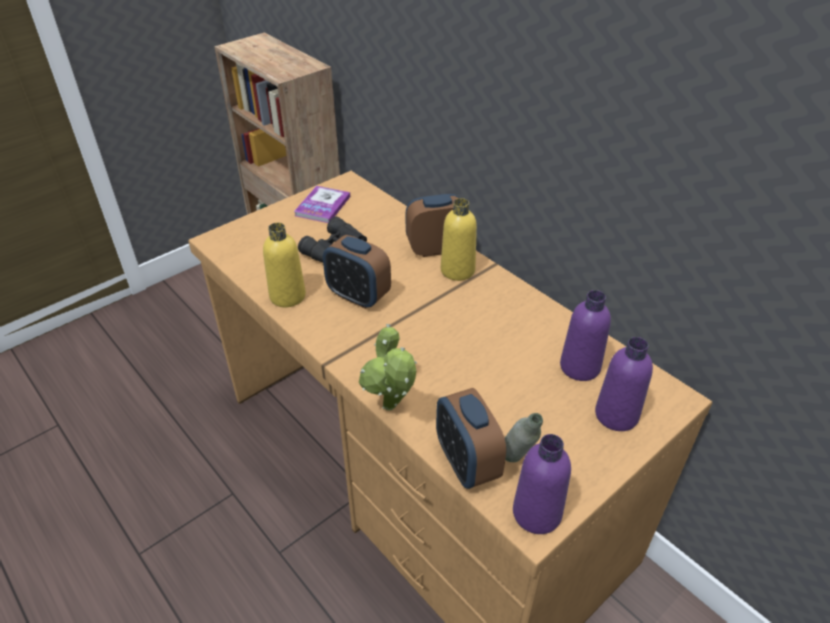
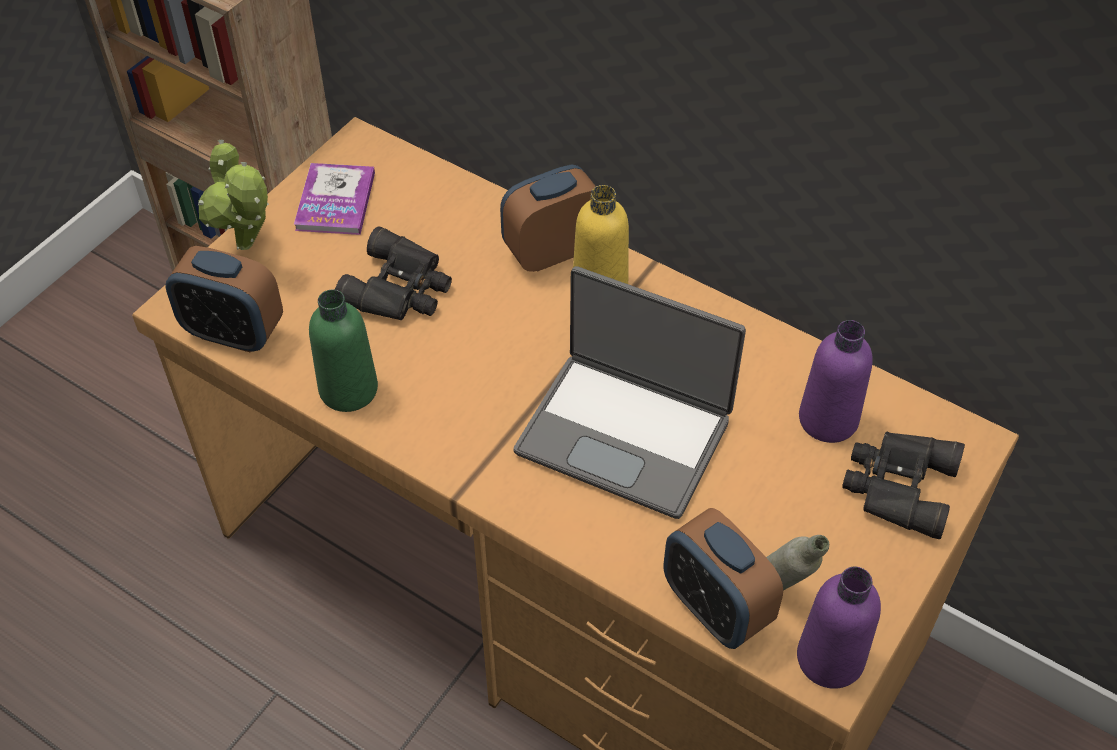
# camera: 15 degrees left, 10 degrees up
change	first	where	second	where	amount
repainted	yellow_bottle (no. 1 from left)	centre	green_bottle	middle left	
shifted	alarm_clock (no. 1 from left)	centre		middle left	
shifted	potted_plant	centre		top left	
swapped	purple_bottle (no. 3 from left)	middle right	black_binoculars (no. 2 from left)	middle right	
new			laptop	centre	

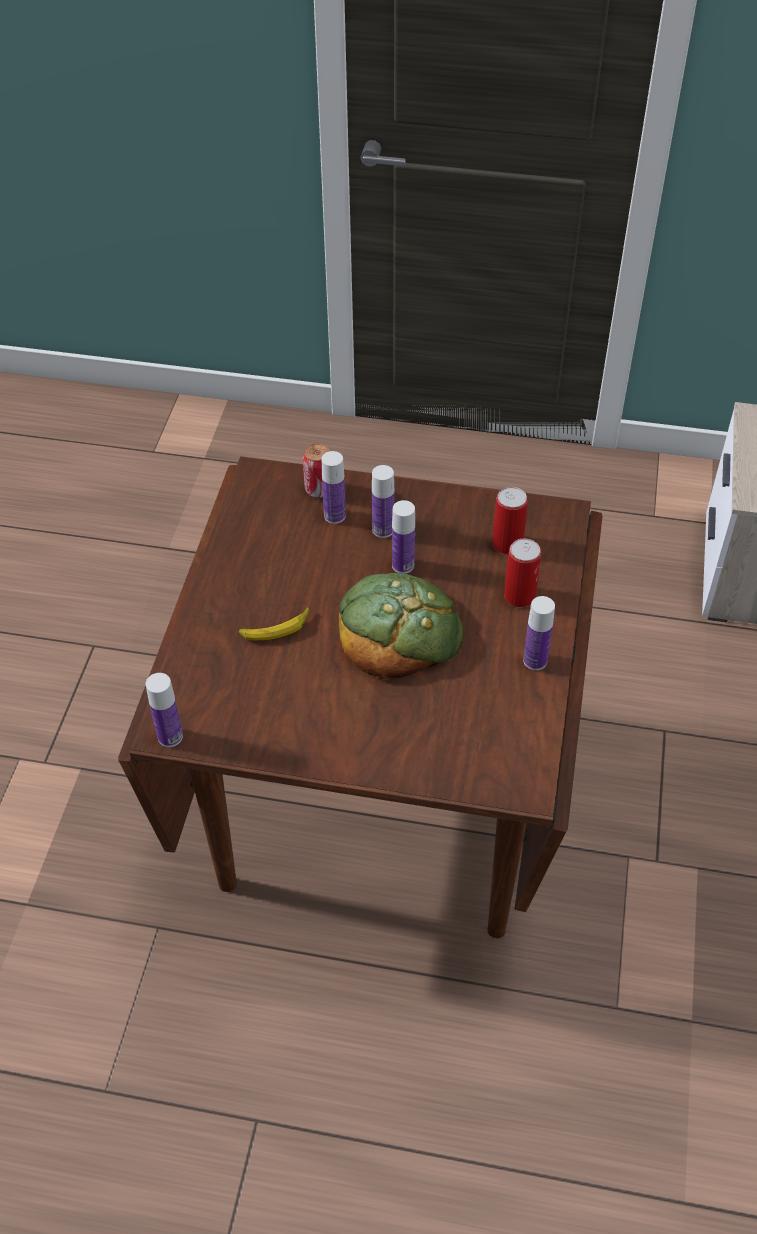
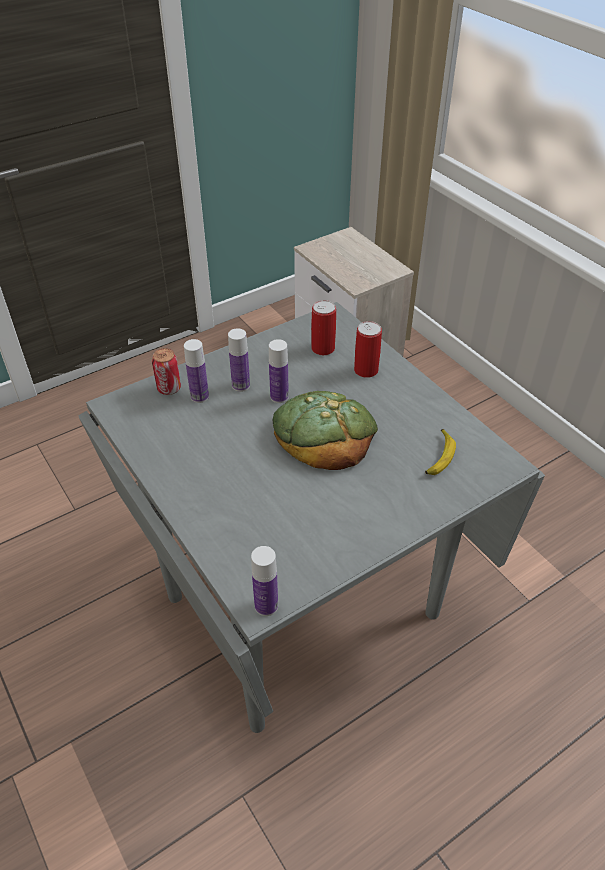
# camera: 45 degrees left, 5 degrees down
change	first	where	second	where	amount
repainted	brown_dining_table	centre	grey_dining_table	centre	
shifted	banana	centre		middle right	
gone	bottle (no. 5 from left)	middle right			

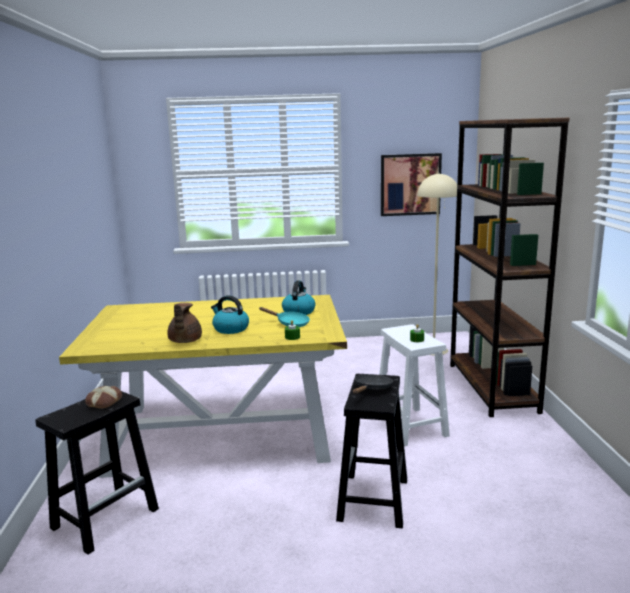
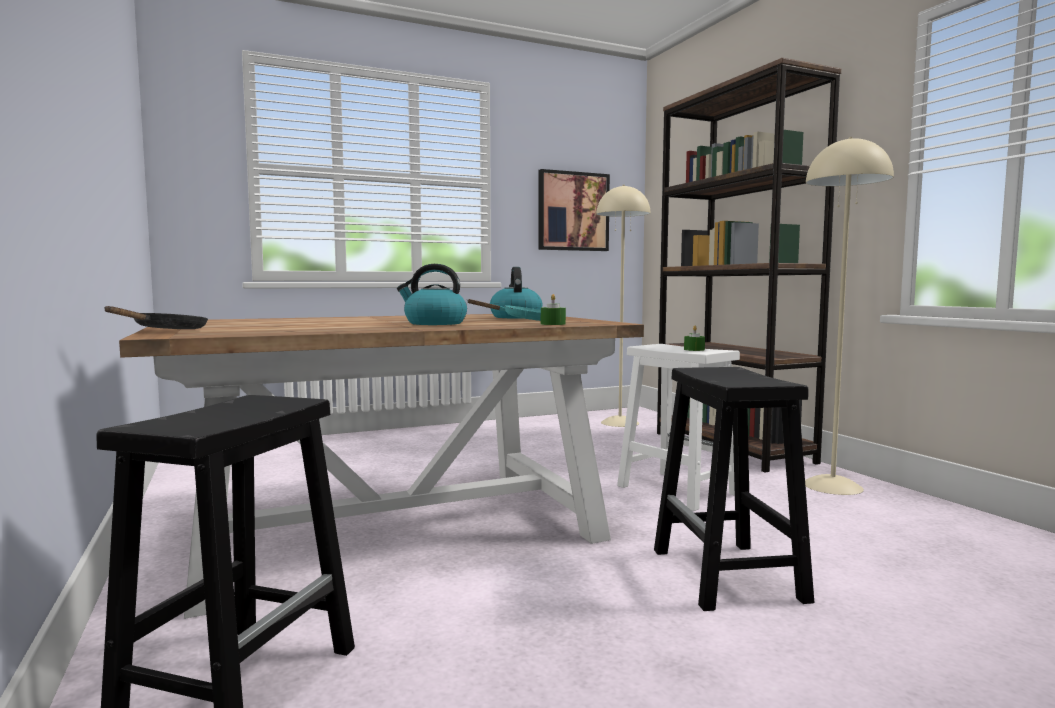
# camera: 20 degrees left, 10 degrees down
change	first	where	second	where	amount
repainted	yellow_dining_table	middle left	brown_dining_table	centre	
gone	bread	bottom left			
gone	brown_teapot	middle left			
shifted	black_frying_pan	centre		middle left	
new			beige_floor_lamp (no. 2 from left)	middle right	

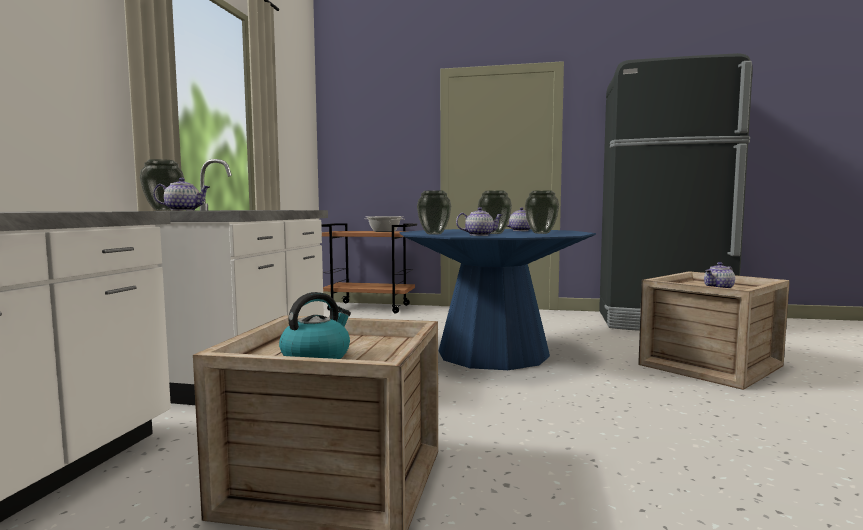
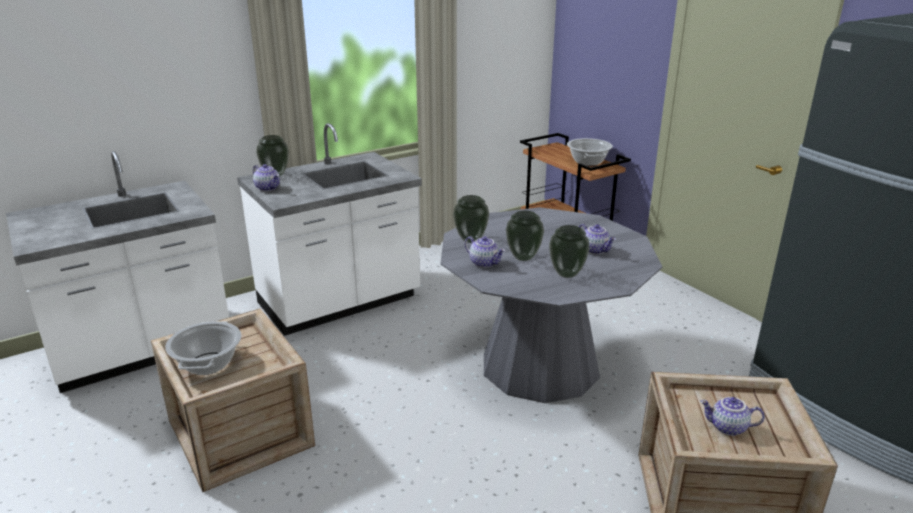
# camera: 45 degrees right, 20 degrees up
change	first	where	second	where	amount
swapped	kettle	centre	cooking_pot (no. 1 from left)	bottom left	
repainted	blue_dining_table	centre	grey_dining_table	centre	

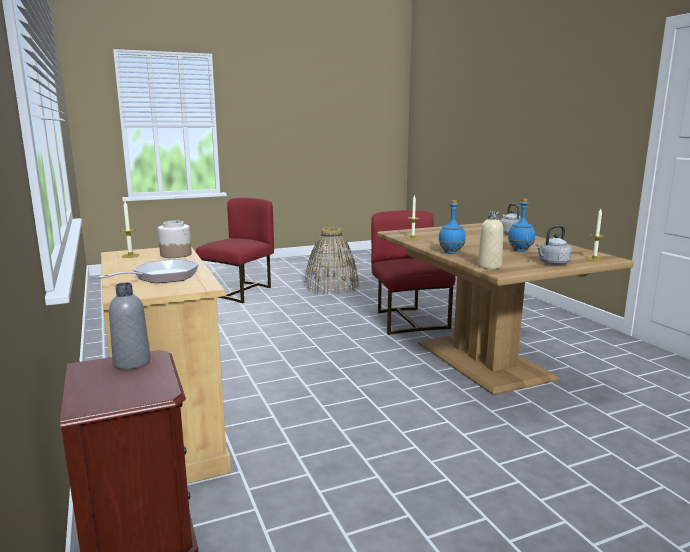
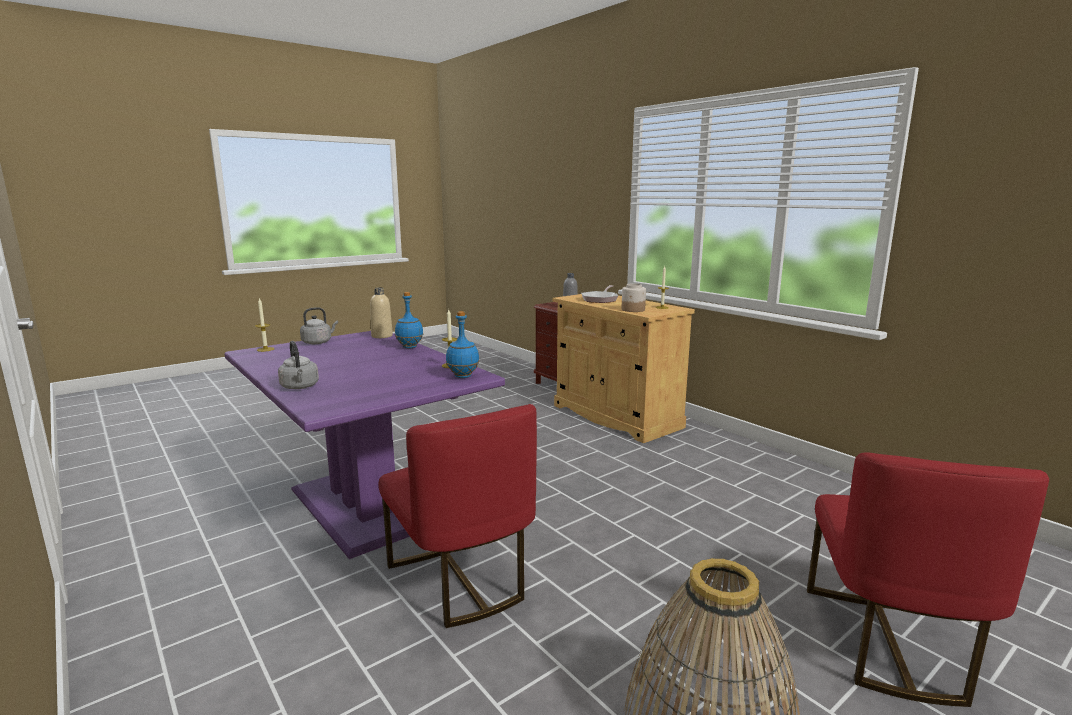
# camera: 165 degrees right, 0 degrees up
change	first	where	second	where	amount
repainted	brown_dining_table	middle right	purple_dining_table	centre	
shifted	blue_bottle (no. 2 from left)	middle right		centre	

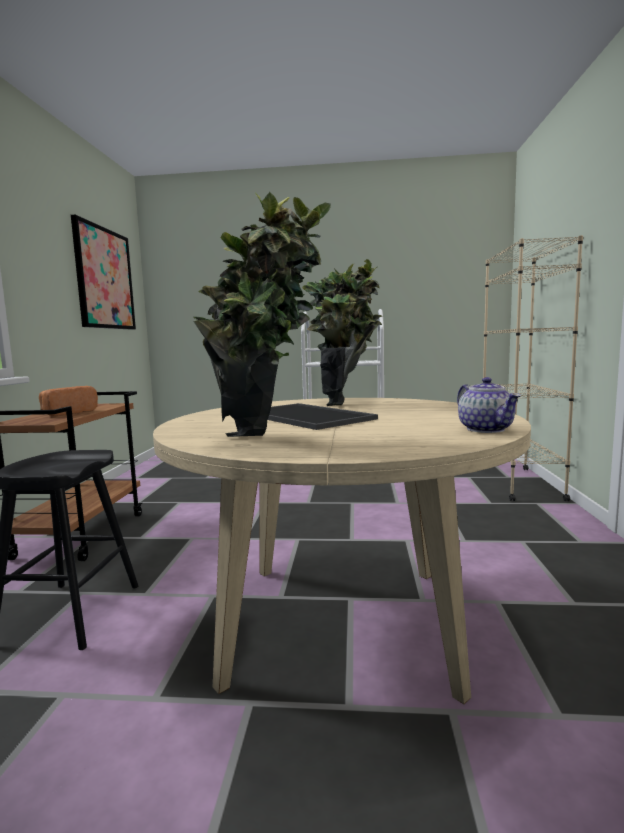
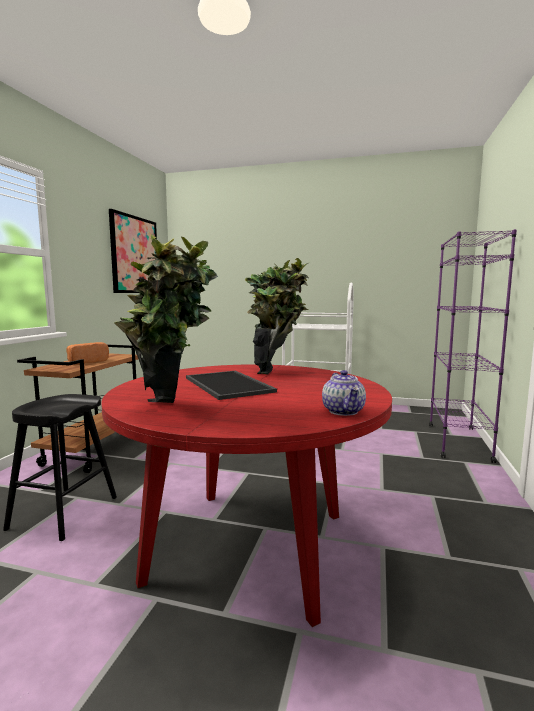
# camera: 10 degrees right, 0 degrees up
change	first	where	second	where	amount
repainted	beige_dining_table	centre	red_dining_table	bottom centre	
repainted	beige_bookcase	middle right	purple_bookcase	middle right	

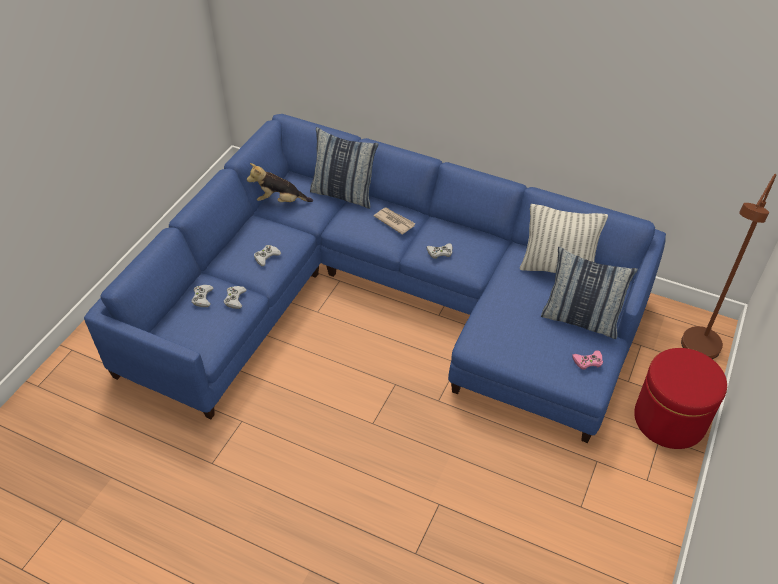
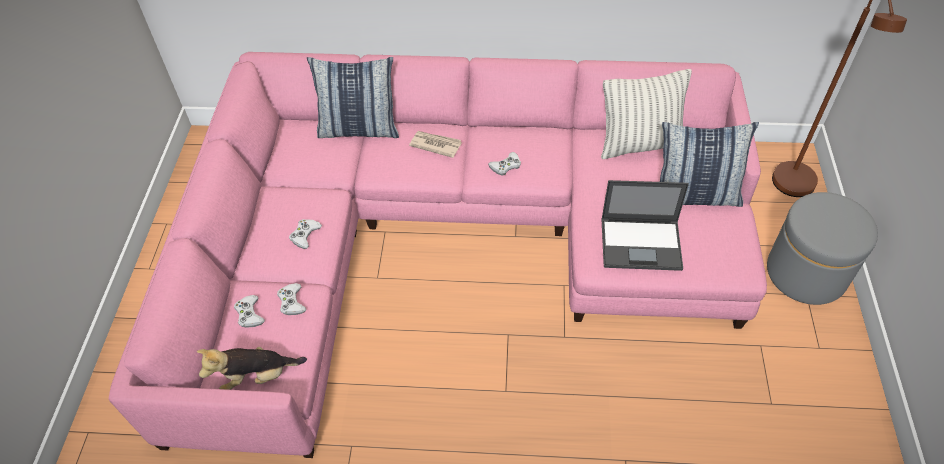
# camera: 20 degrees left, 5 degrees up
change	first	where	second	where	amount
repainted	blue_sofa	centre	pink_sofa	centre	
shifted	plush_toy	top centre		bottom left	
gone	pink_game_controller	middle right			
repainted	red_ottoman	bottom right	grey_ottoman	middle right	
new			laptop	middle right	

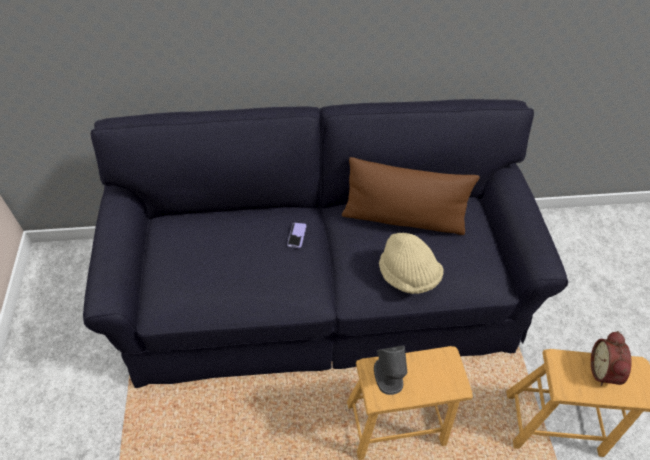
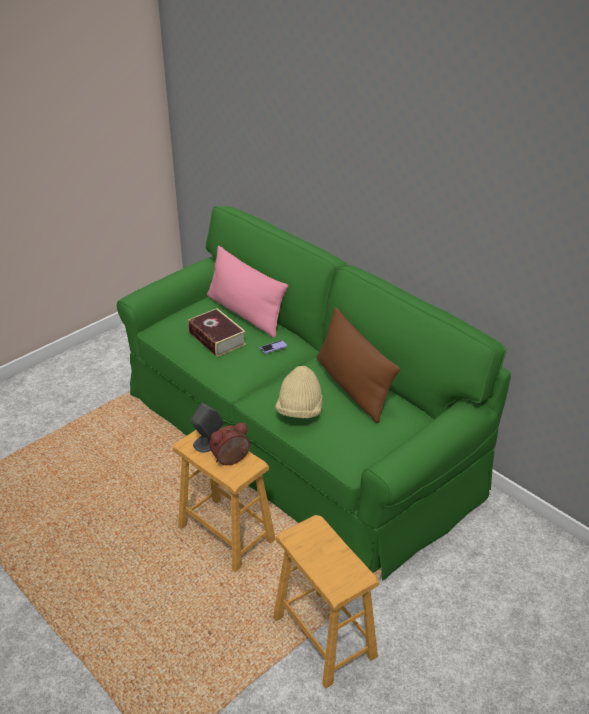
# camera: 55 degrees right, 15 degrees down
change	first	where	second	where	amount
repainted	black_sofa	centre	green_sofa	centre	
shifted	alarm_clock	bottom right		centre	
new			book	centre	
new			pink_pillow	centre	

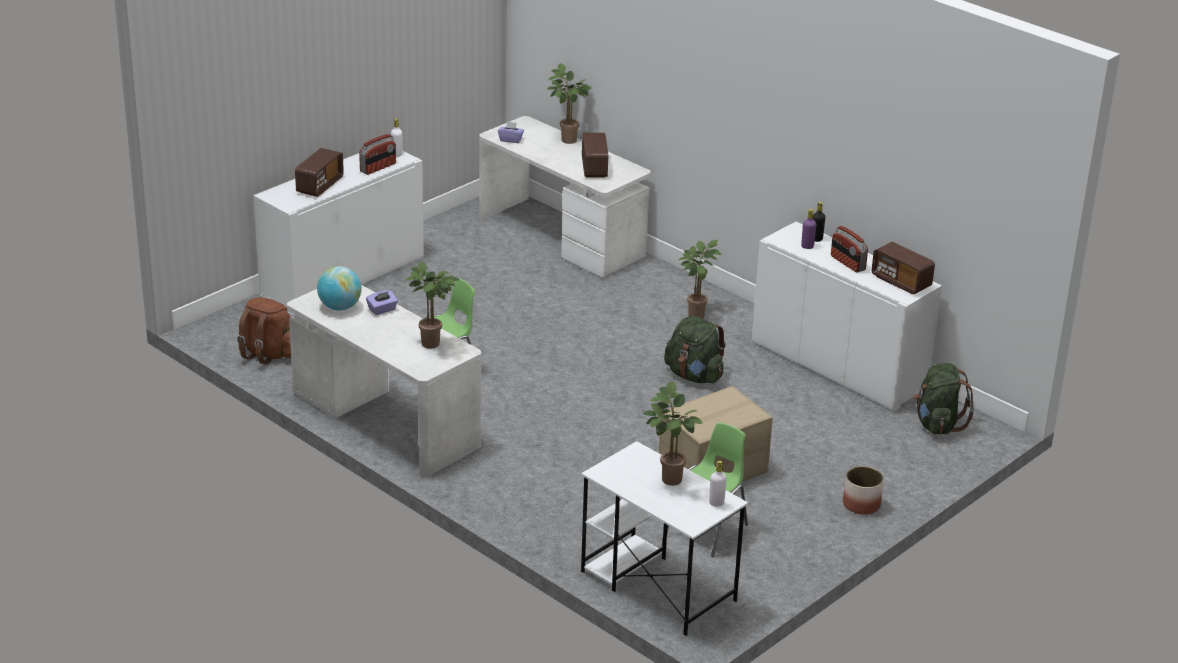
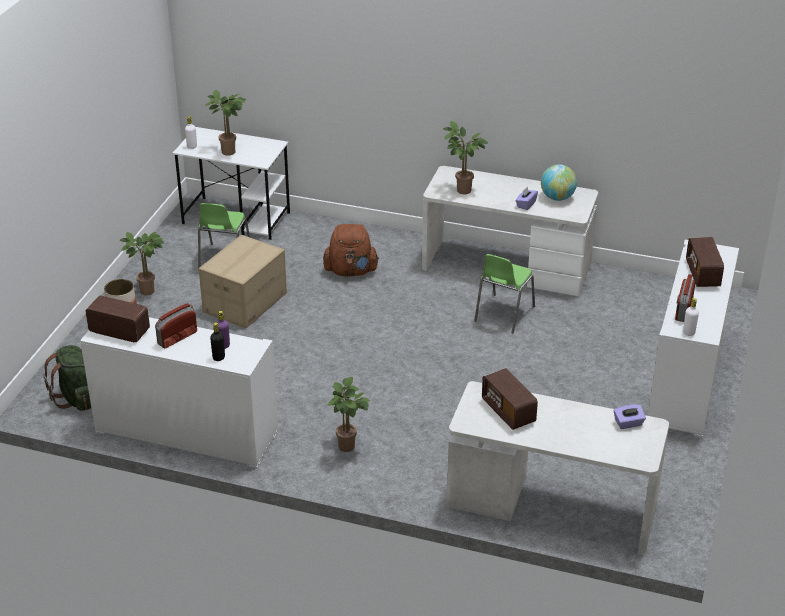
# camera: 155 degrees right, 5 degrees up
change	first	where	second	where	amount
shifted	brown_backpack	middle left		centre	
shifted	potted_plant (no. 2 from left in the first image)	top centre	potted_plant (no. 1 from left)	middle left	
gone	green_backpack (no. 1 from left)	centre			
rotated	radio (no. 4 from left in the first image)	middle right	radio (no. 2 from left)	middle left	75 degrees counterclockwise

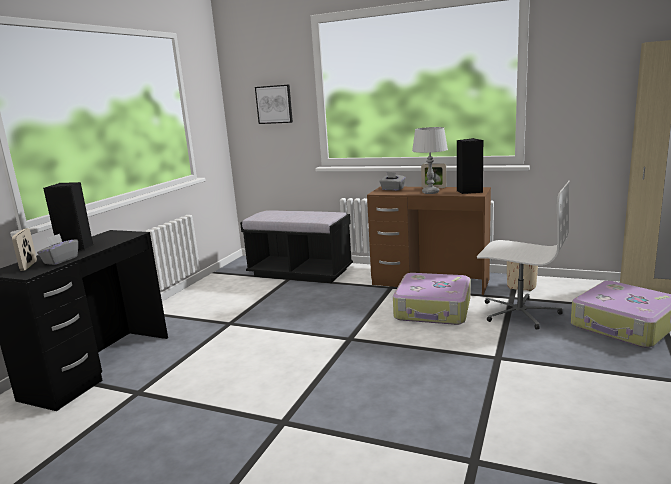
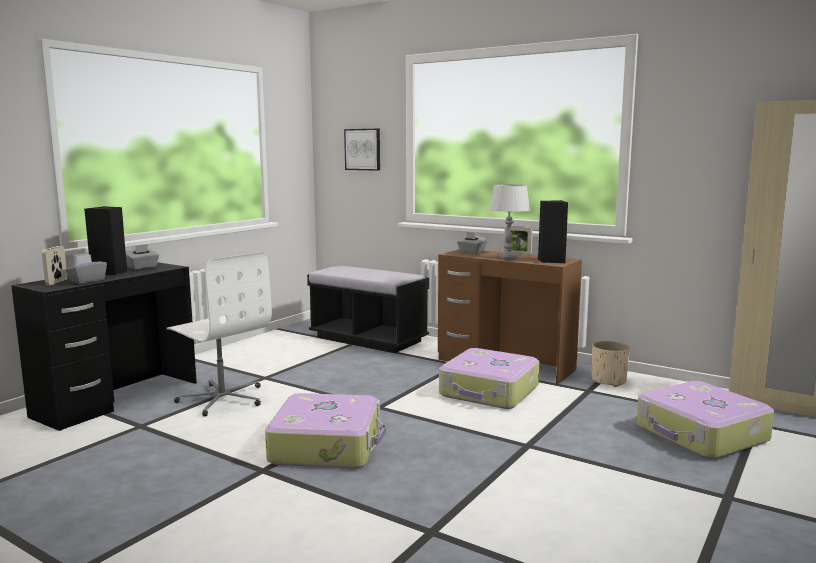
# camera: 10 degrees right, 5 degrees down
change	first	where	second	where	amount
shifted	white_office_chair	middle right		middle left	
new			grey_tissue_box (no. 2 from left)	middle left	
new			suitcase (no. 1 from left)	bottom centre	

